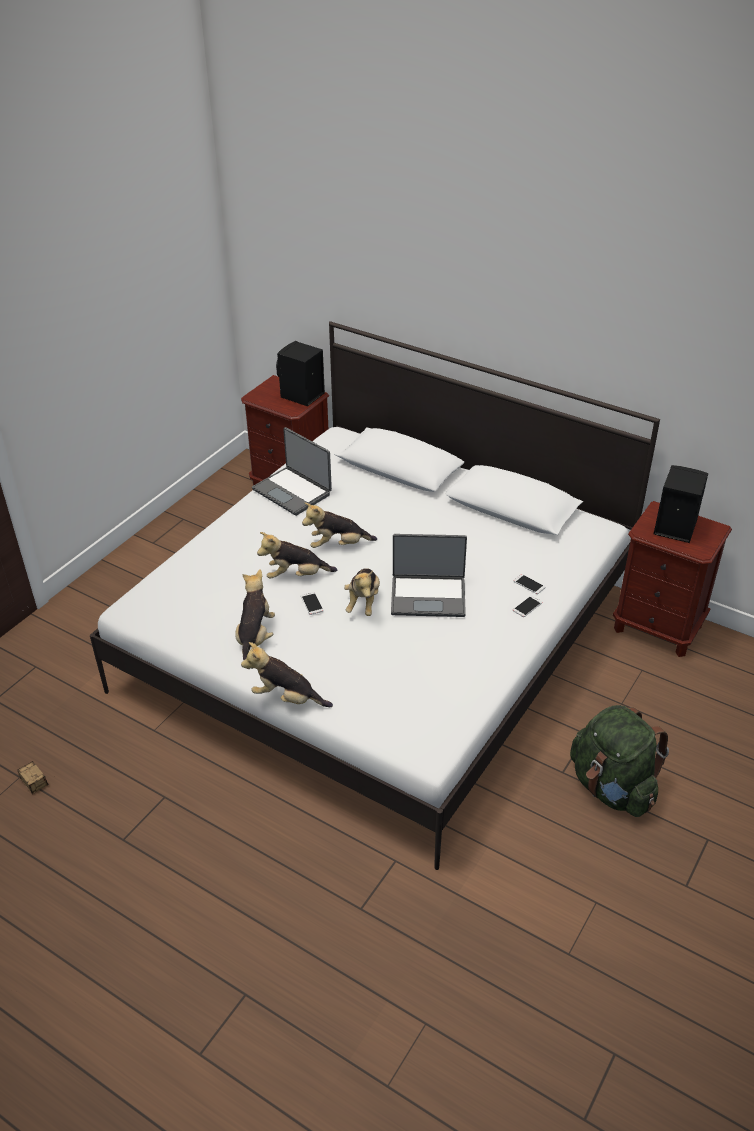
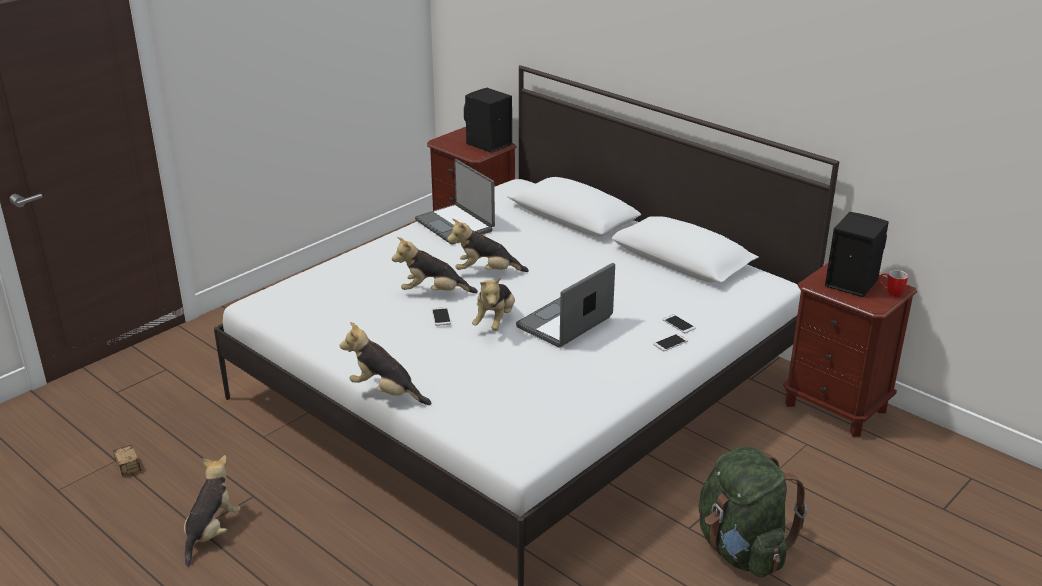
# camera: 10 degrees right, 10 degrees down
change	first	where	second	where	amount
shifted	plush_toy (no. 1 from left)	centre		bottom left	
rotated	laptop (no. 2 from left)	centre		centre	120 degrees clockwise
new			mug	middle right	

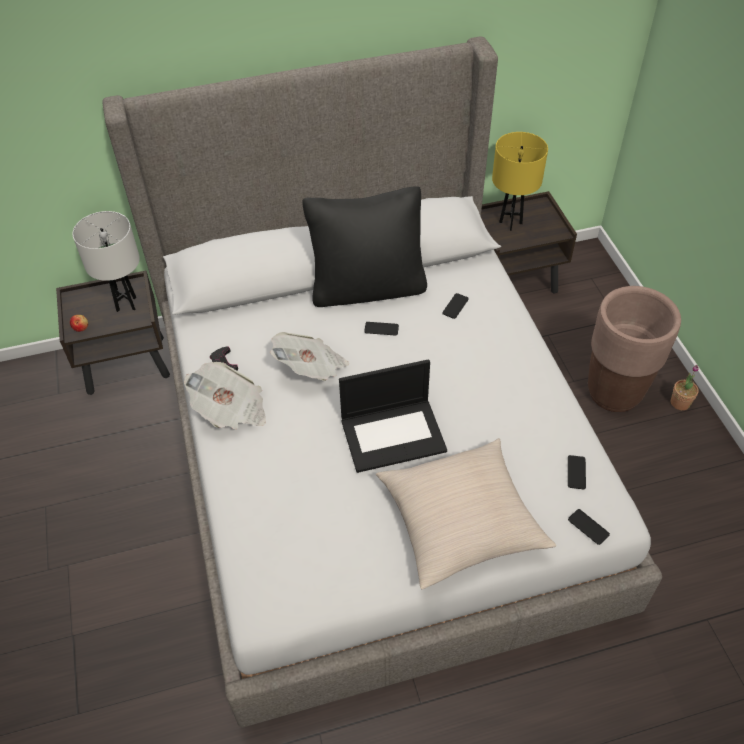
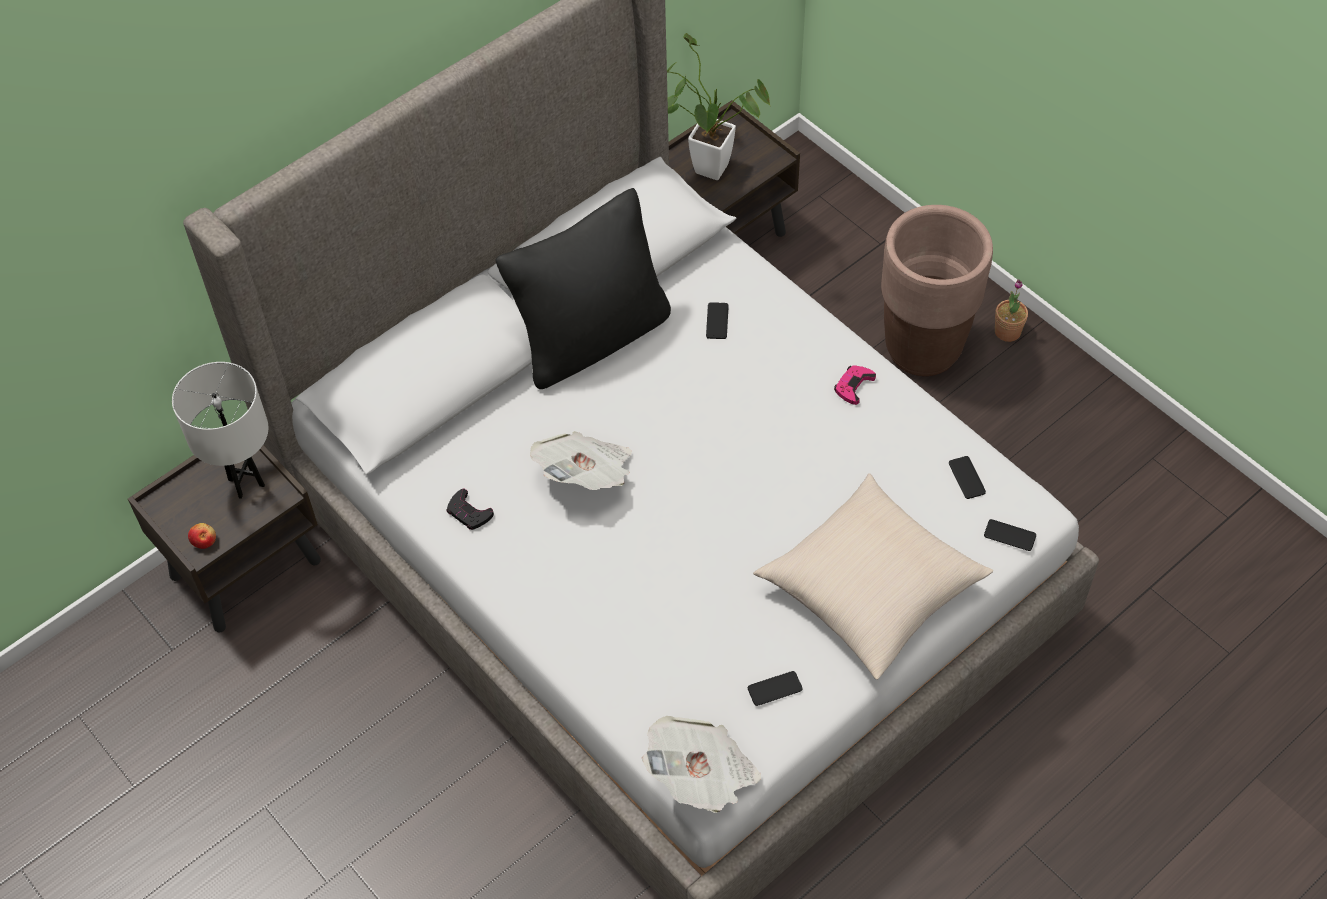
# camera: 25 degrees left, 5 degrees up
change	first	where	second	where	amount
shifted	newspaper (no. 1 from left in the first image)	middle left	newspaper (no. 2 from left)	bottom centre	
gone	laptop	centre			
shifted	phone (no. 1 from left in the first image)	centre	phone (no. 2 from left)	bottom centre	
swapped	yellow_table_lamp	top right	potted_plant (no. 1 from left)	top centre	
new			pink_game_controller	centre	

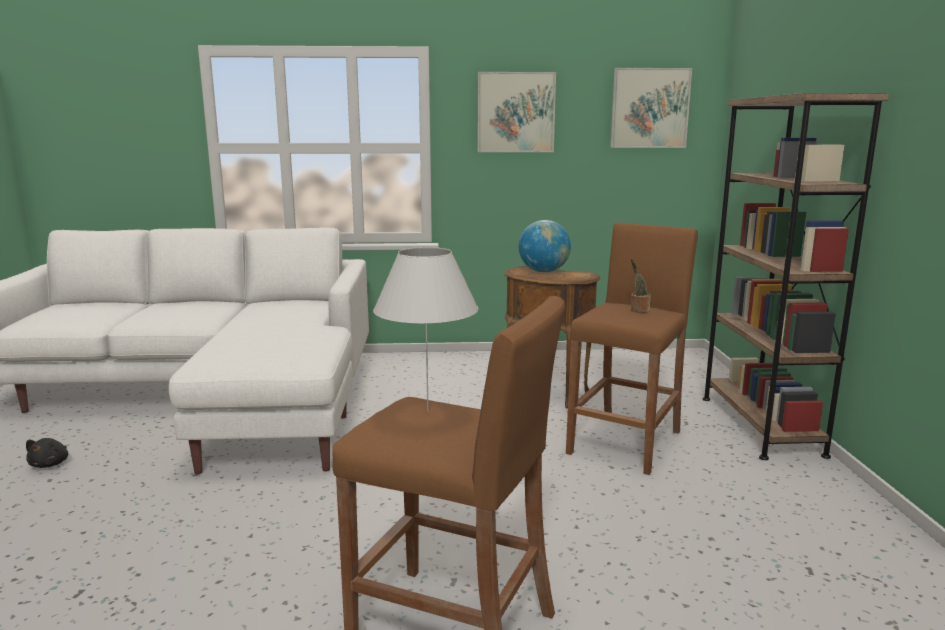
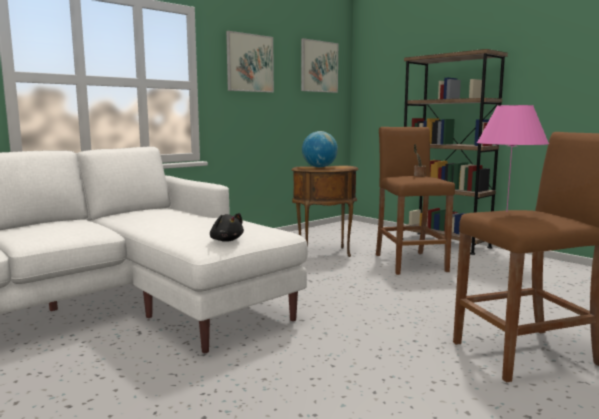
# camera: 40 degrees left, 5 degrees down
change	first	where	second	where	amount
shifted	black_plush_toy	bottom left		centre	
repainted	white_table_lamp	centre	pink_table_lamp	middle right	

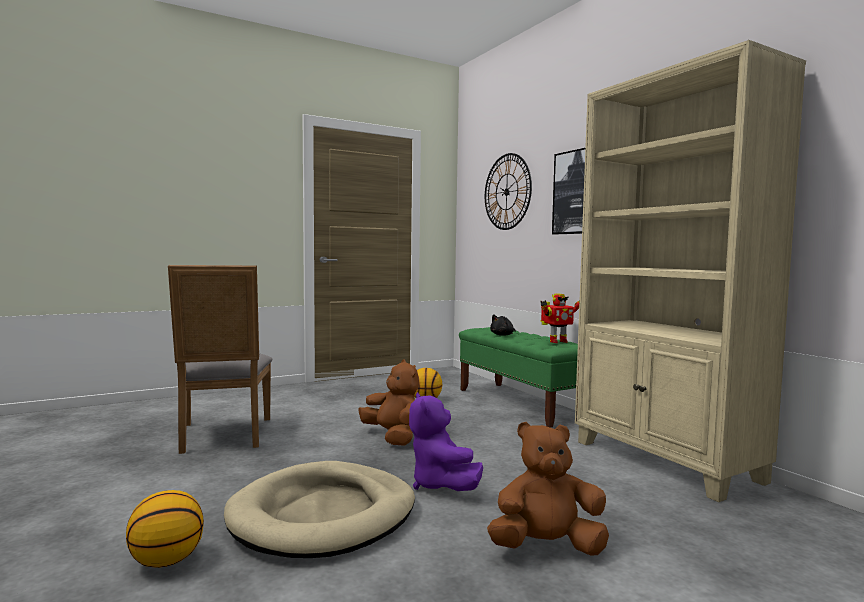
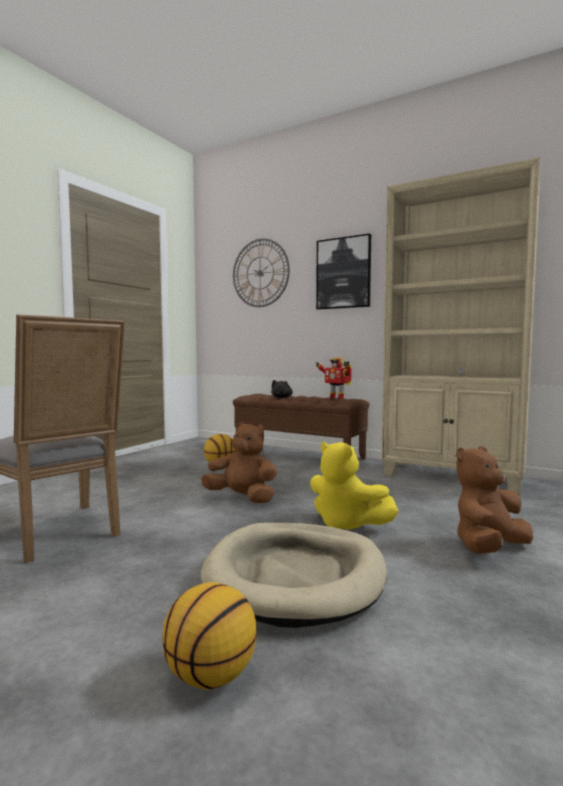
# camera: 30 degrees left, 0 degrees up
change	first	where	second	where	amount
repainted	purple_plush_toy	bottom centre	yellow_plush_toy	centre	
repainted	green_bench	centre	brown_bench	centre	
rotated	toy_robot	centre		centre	90 degrees clockwise

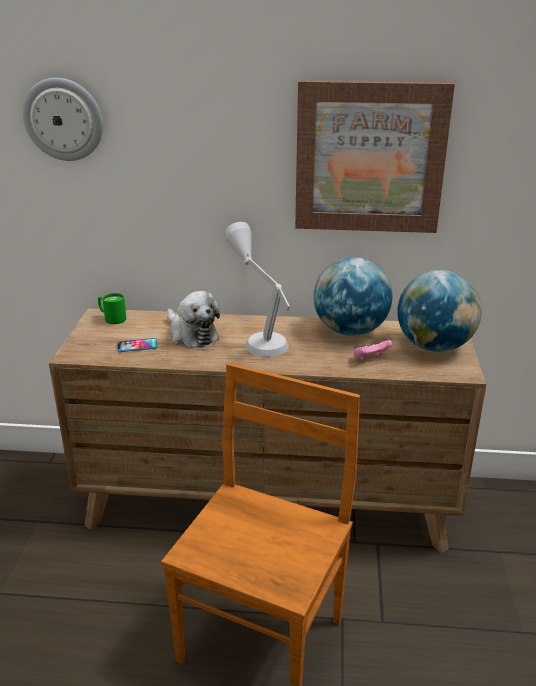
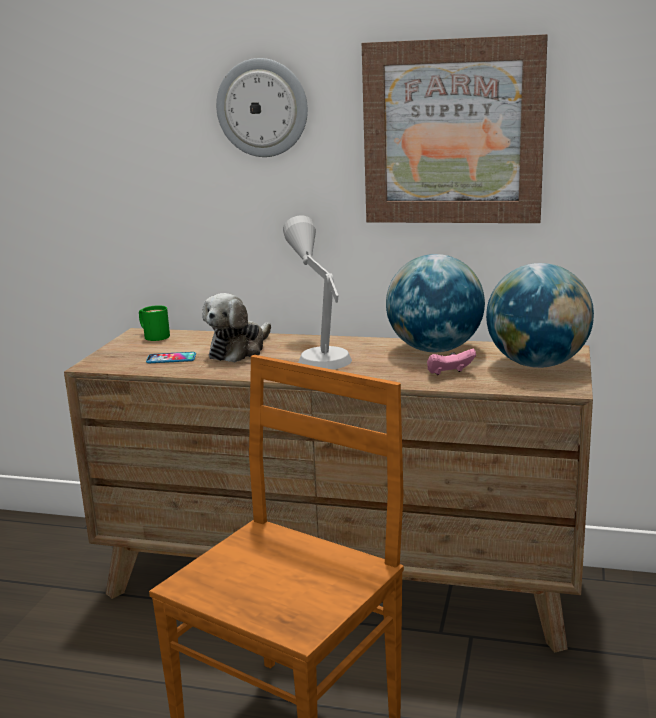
# camera: 10 degrees right, 10 degrees down
change	first	where	second	where	amount
shifted	wall_clock	top left		top centre	
rotated	plush_toy	centre		centre	60 degrees clockwise

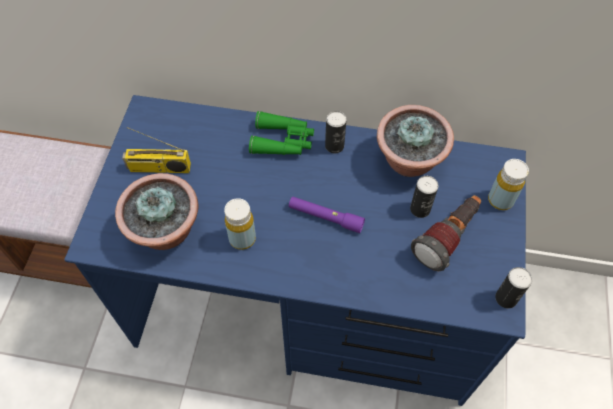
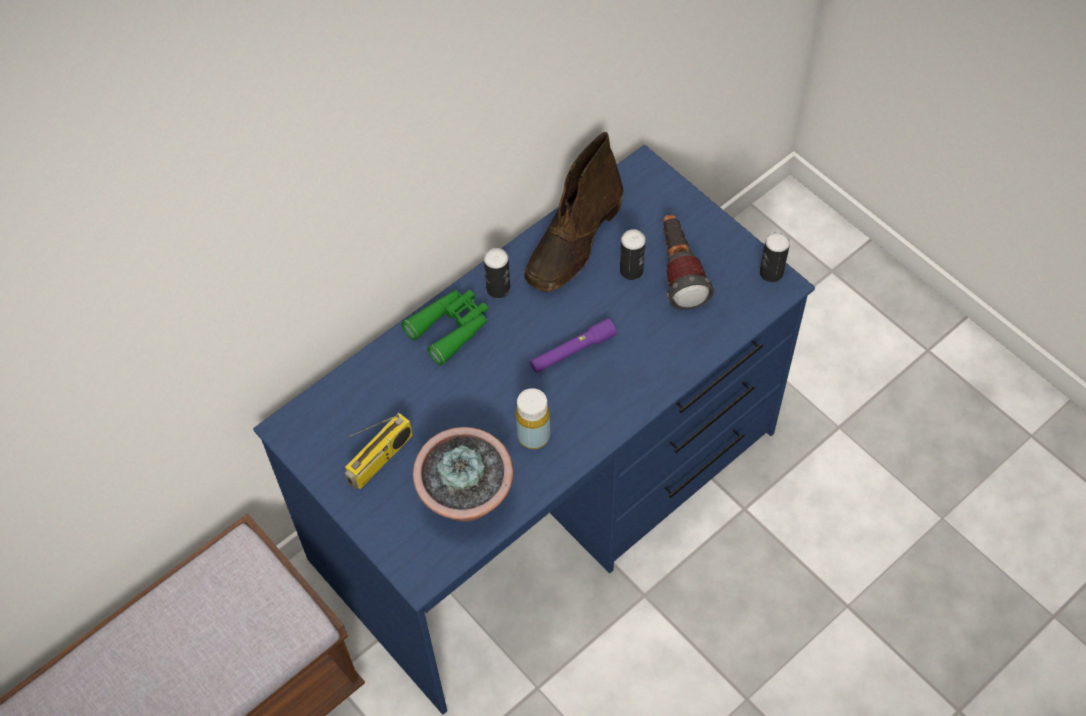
# camera: 50 degrees left, 0 degrees up
change	first	where	second	where	amount
swapped	potted_plant (no. 2 from left)	middle right	brown_boot	top centre	
gone	yellow_bottle (no. 2 from left)	middle right			

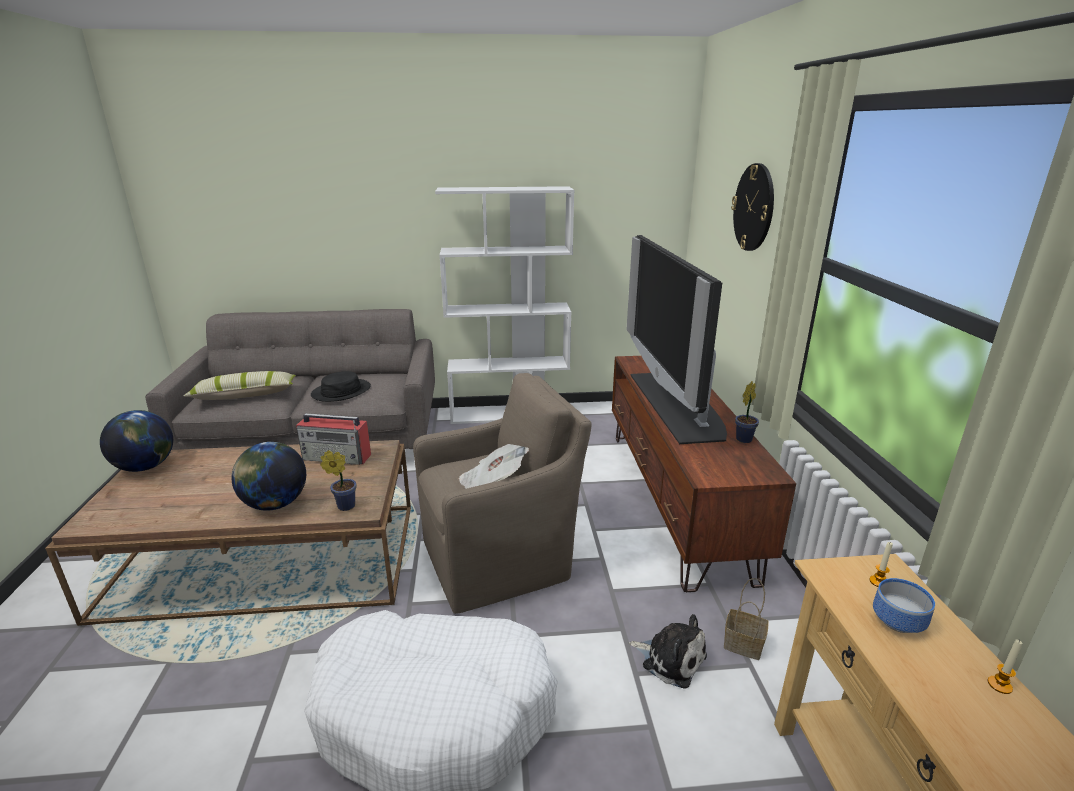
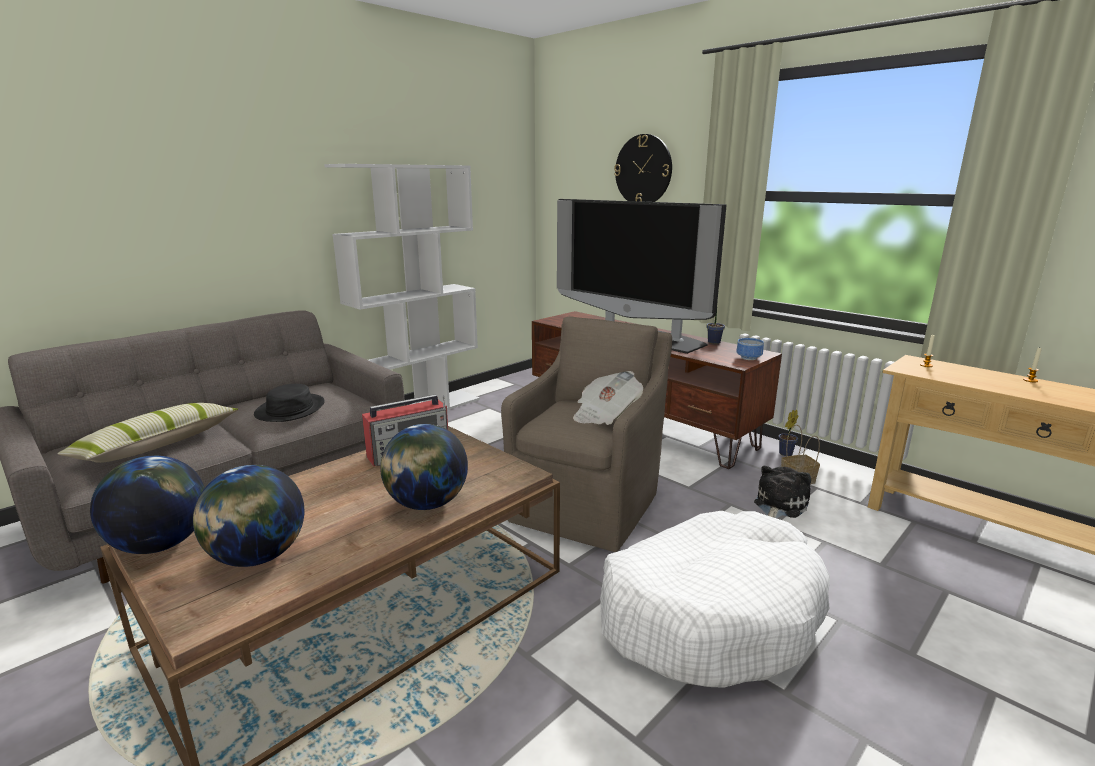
# camera: 40 degrees left, 5 degrees down
change	first	where	second	where	amount
shifted	potted_plant (no. 1 from left in the first image)	middle left	potted_plant (no. 2 from left)	middle right	
rotated	plush_toy	bottom centre		middle right	45 degrees counterclockwise
shifted	bowl	bottom right		middle right	
new			globe (no. 2 from left)	bottom left	

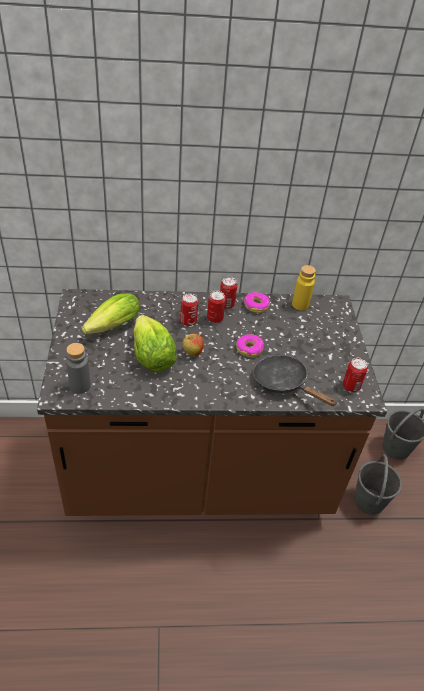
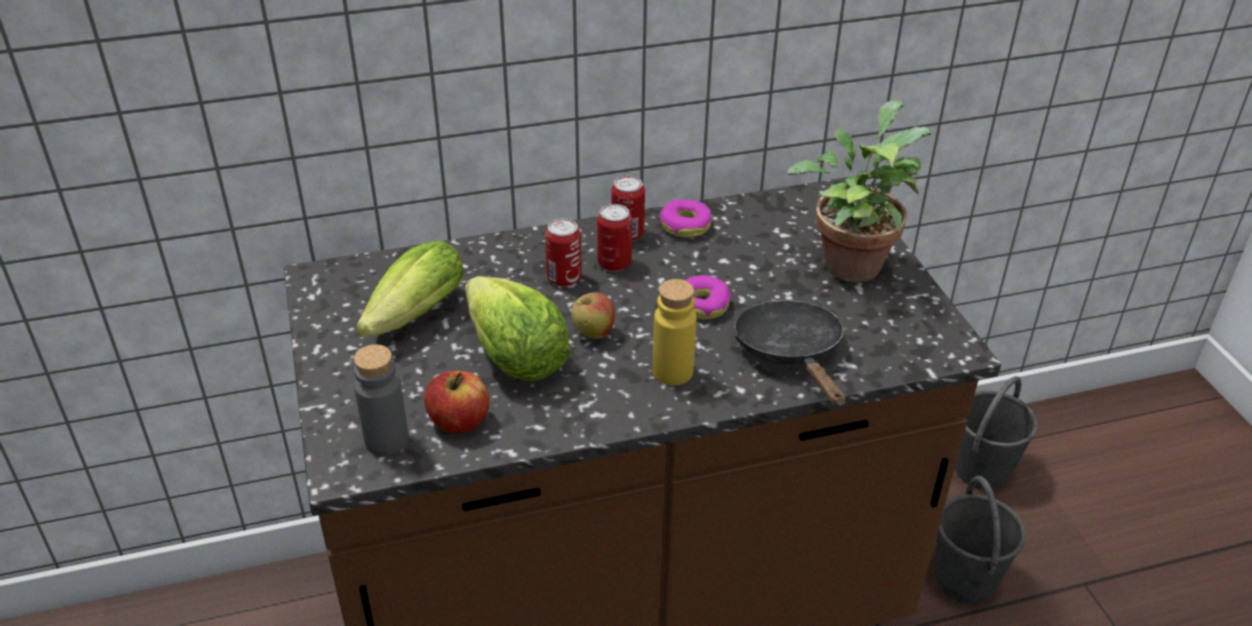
# camera: 10 degrees left, 5 degrees down
change	first	where	second	where	amount
rotated	black_frying_pan	middle right		centre	45 degrees clockwise
shifted	yellow_bottle	middle right		centre	
gone	can (no. 4 from left)	middle right			
new			apple (no. 1 from left)	centre	
new			potted_plant	top right	

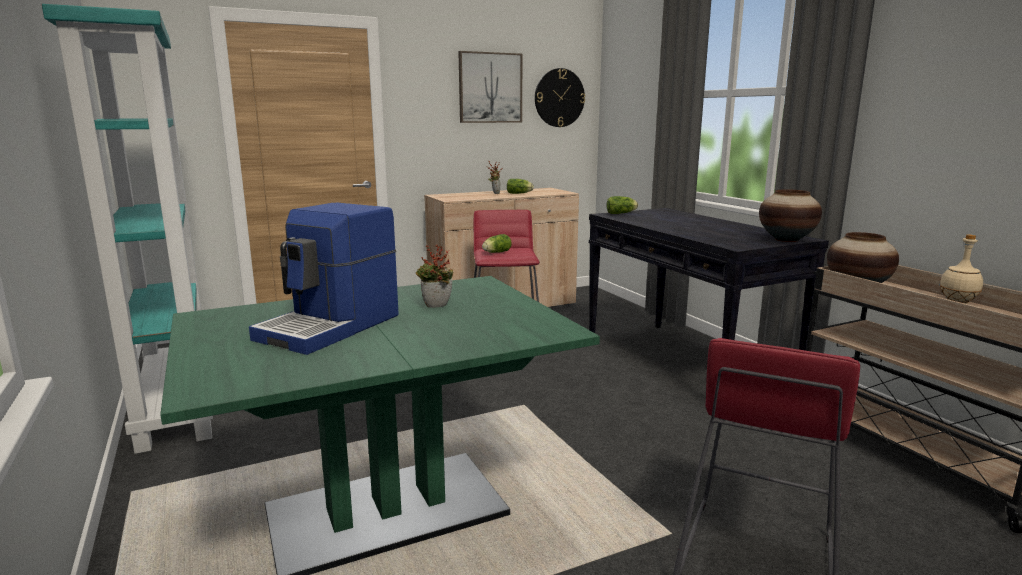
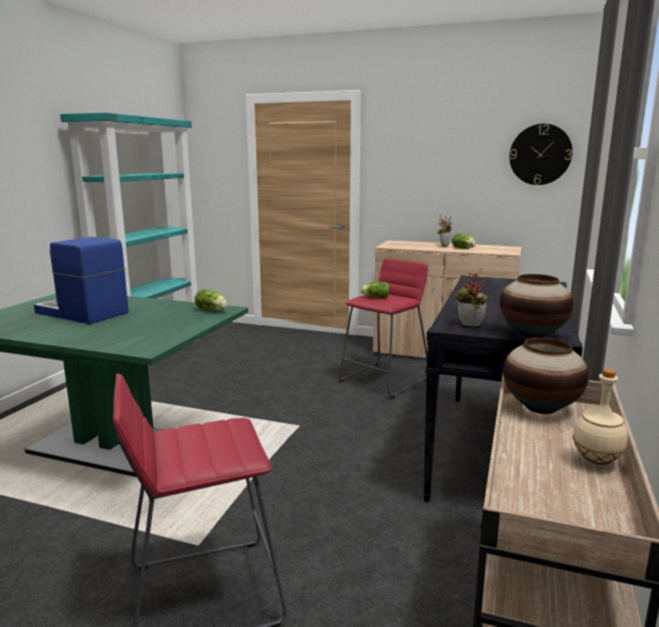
# camera: 45 degrees right, 0 degrees up
change	first	where	second	where	amount
rotated	coffee_machine	middle left		middle left	45 degrees clockwise
shifted	potted_plant (no. 1 from left in the first image)	centre	potted_plant (no. 2 from left)	middle right	
gone	picture	top centre			
shifted	lettuce (no. 3 from left in the first image)	centre	lettuce (no. 1 from left)	middle left	

